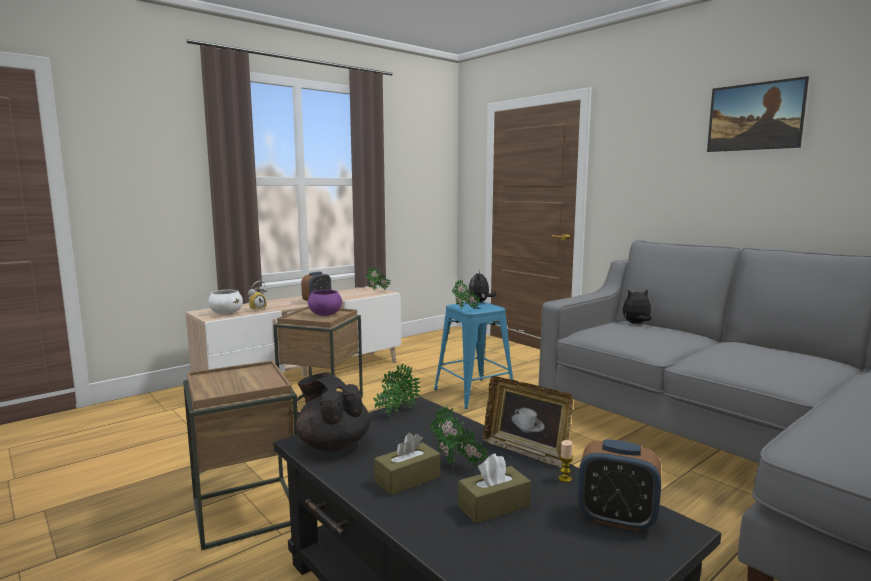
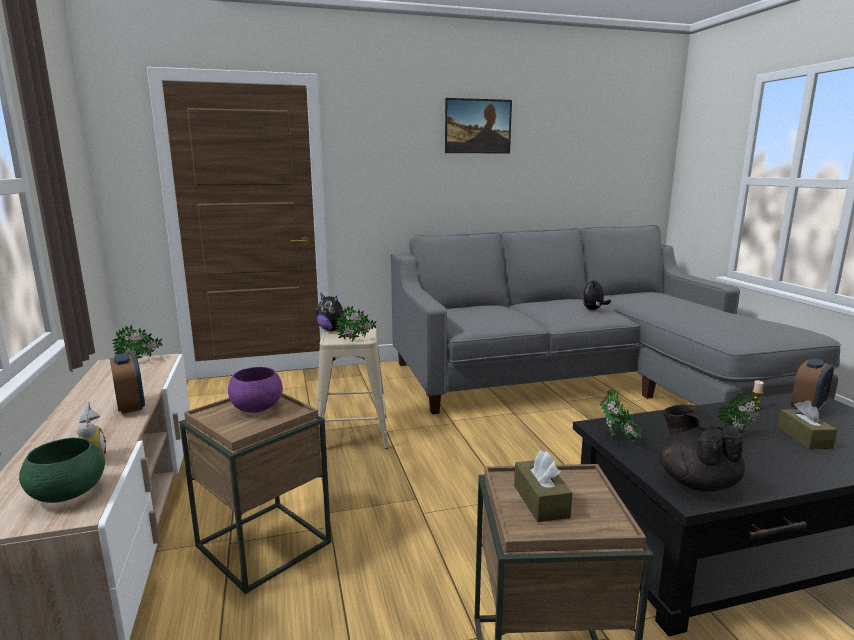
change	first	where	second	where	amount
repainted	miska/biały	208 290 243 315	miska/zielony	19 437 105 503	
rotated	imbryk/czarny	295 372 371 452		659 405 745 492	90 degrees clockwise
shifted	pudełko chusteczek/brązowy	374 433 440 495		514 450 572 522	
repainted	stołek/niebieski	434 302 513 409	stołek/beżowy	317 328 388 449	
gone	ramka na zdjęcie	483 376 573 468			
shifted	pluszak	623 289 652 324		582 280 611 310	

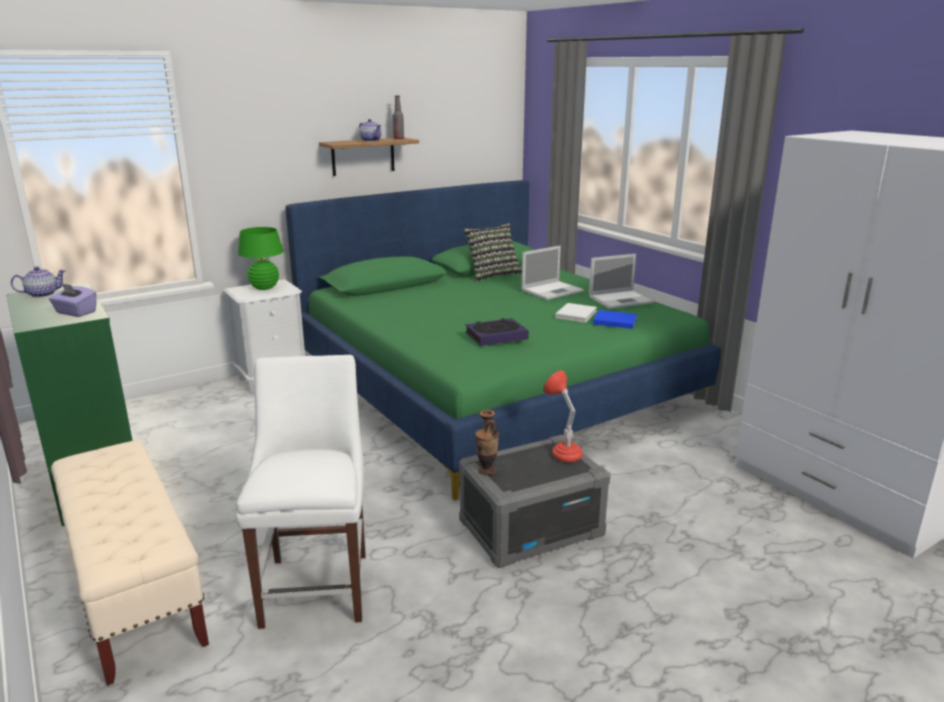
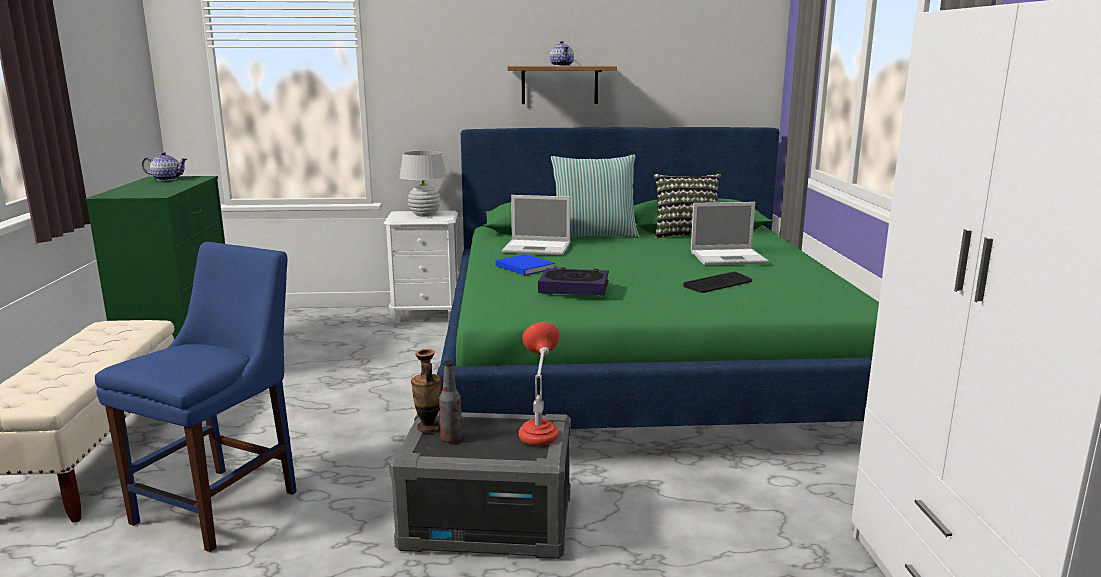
change	first	where	second	where	amount
gone	pudełko chusteczek/fioletowy	49 283 97 317			
repainted	krzesło/biały	236 355 366 629	krzesło/niebieski	95 242 297 552	
repainted	lampa stołowa/zielony	238 227 283 290	lampa stołowa/biały	399 151 447 216	
shifted	butelka	393 95 404 139		439 360 462 443	
swapped	książka/biały	555 303 597 323	klawiatura	683 272 752 293	
shifted	laptop	589 254 654 309		502 195 571 255	
shifted	książka/niebieski	593 310 637 329		495 254 555 275	
new			poduszka	551 154 639 238	

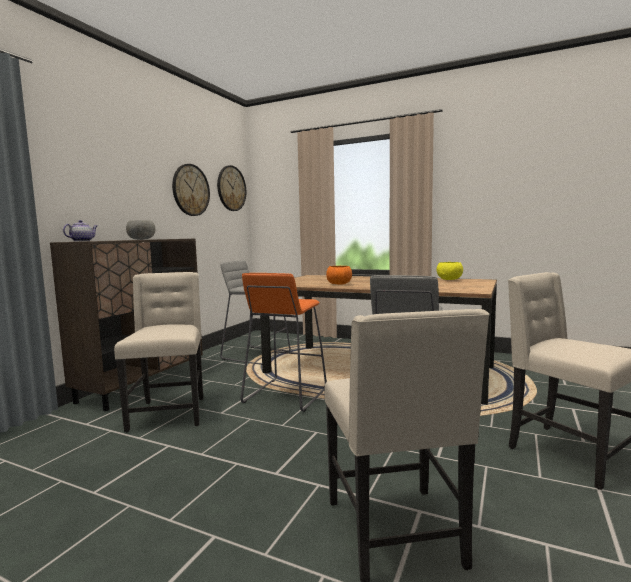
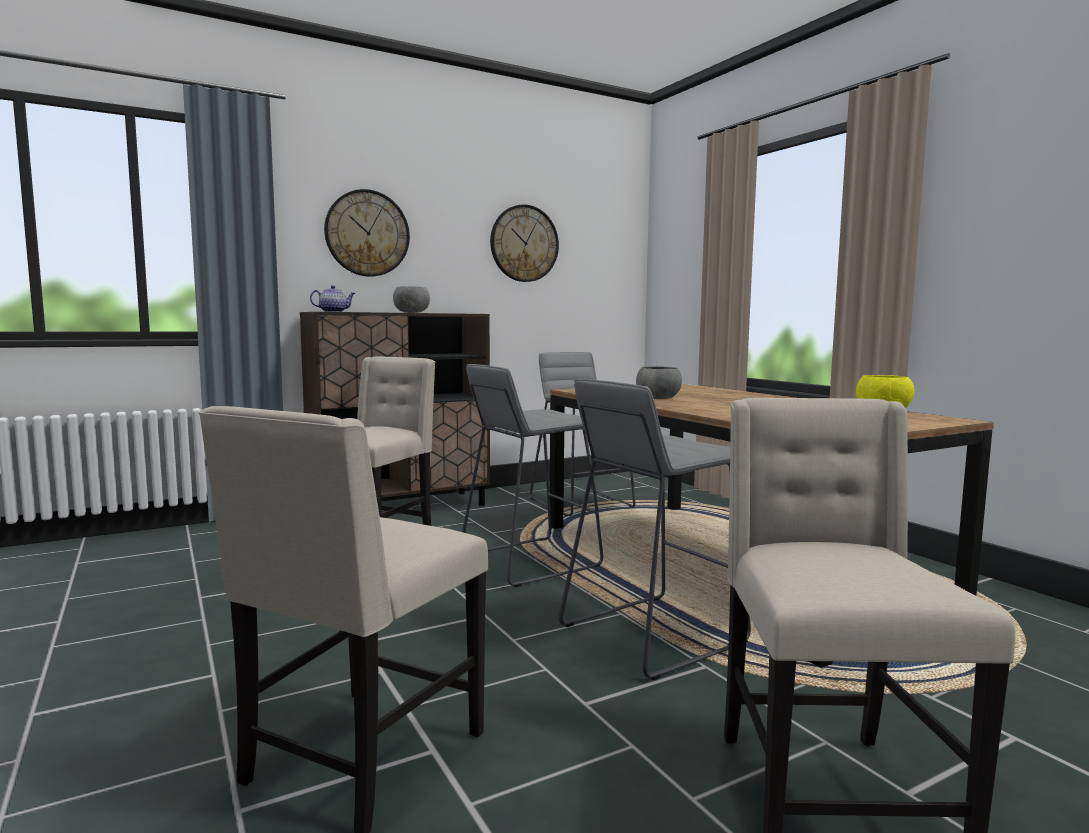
change	first	where	second	where	amount
shifted	zegar ścienny	217 165 246 211		324 189 410 277	
repainted	stołek/pomarańczowy	240 273 327 412	stołek/szary	462 364 603 587	
repainted	miska/pomarańczowy	326 266 352 285	miska/szary	636 366 682 399	

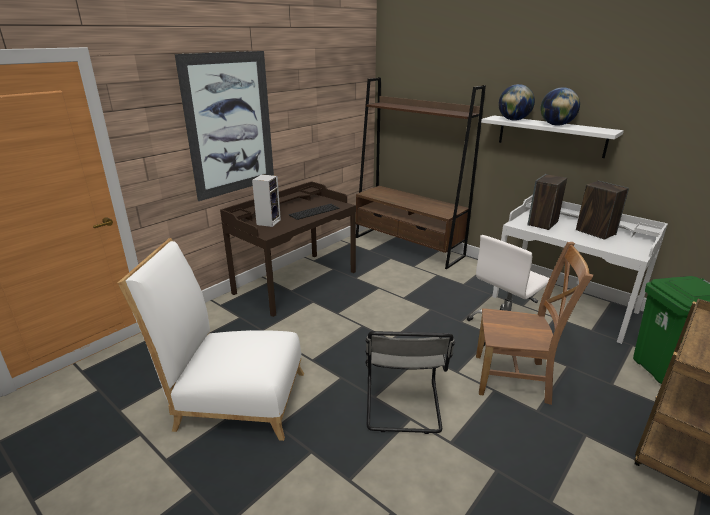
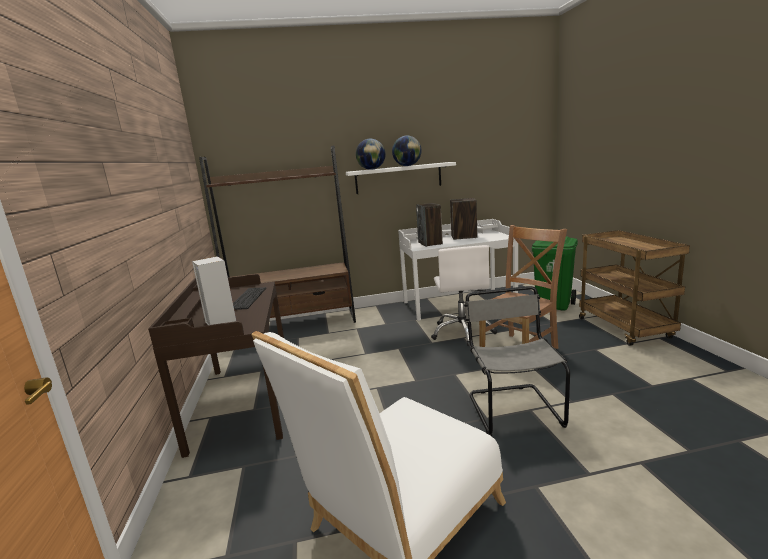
change	first	where	second	where	amount
gone	obraz	174 51 274 201			
rotated	krzesło/szary	365 331 455 434		464 286 570 436	135 degrees counterclockwise

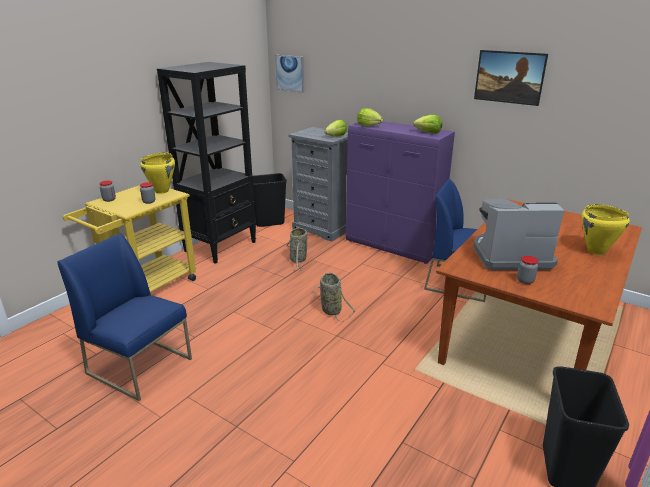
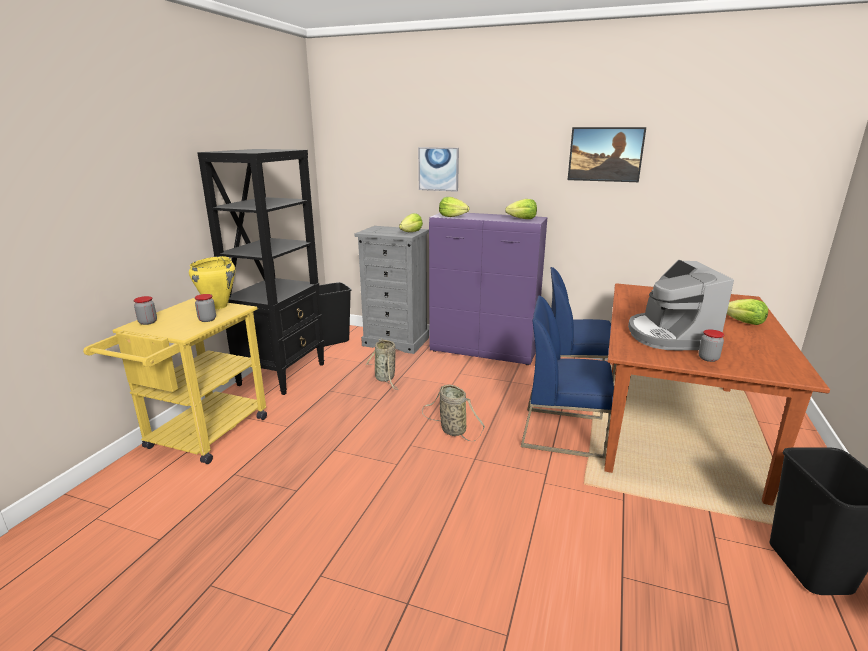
change	first	where	second	where	amount
shifted	krzesło/niebieski	57 233 192 401		521 295 614 459	
shifted	obraz	275 55 304 93		418 147 459 192	
rotated	ekspres do kawy	473 199 564 270		628 260 734 350	75 degrees counterclockwise
swapped	garnek/żółty	581 204 630 255	sałata	727 299 768 325	

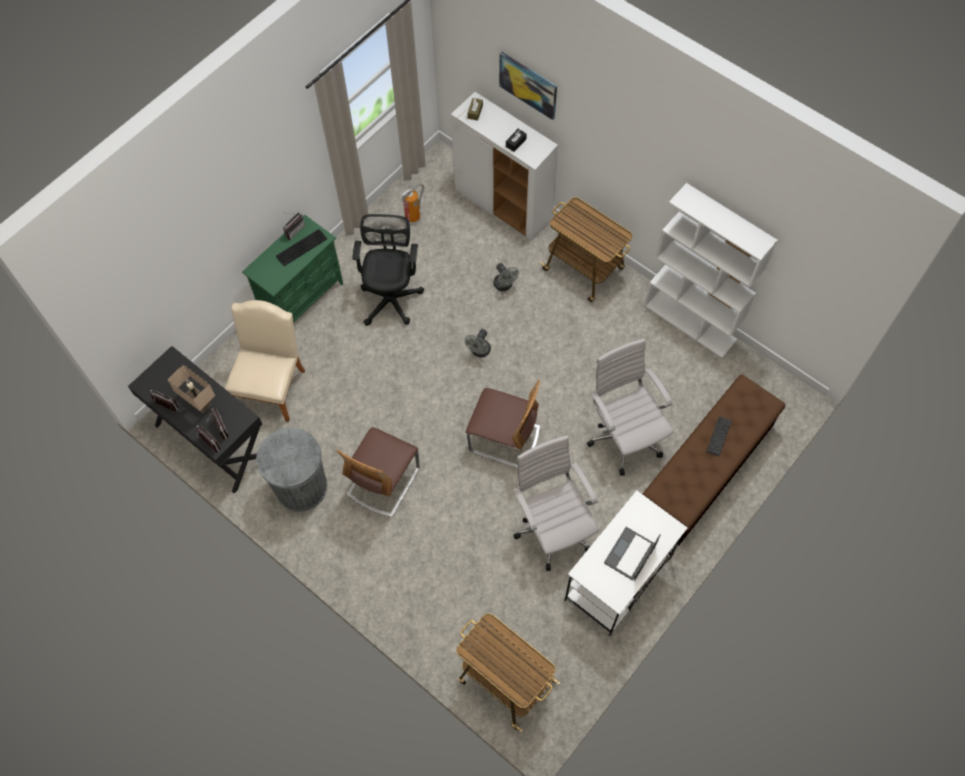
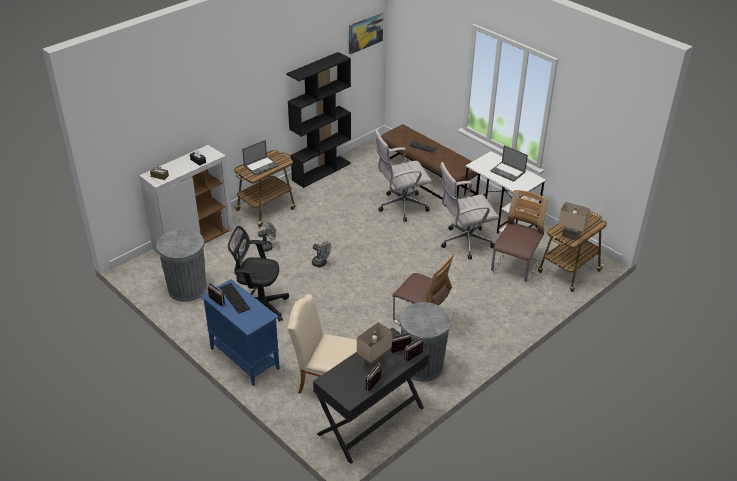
change	first	where	second	where	amount
repainted	szafka/zielony	242 214 343 323	szafka/niebieski	201 279 280 386	
swapped	gaśnica	401 184 424 225	kosz na śmieci/szary	157 229 207 302	
shifted	krzesło	466 379 540 468		491 190 548 282	
shifted	obraz	499 52 557 120		349 13 383 55	
repainted	regał/biały	644 183 778 358	regał/czarny	286 52 351 188	
new			laptop	242 140 279 176	
new			lampa stołowa/beżowy	558 202 590 241	

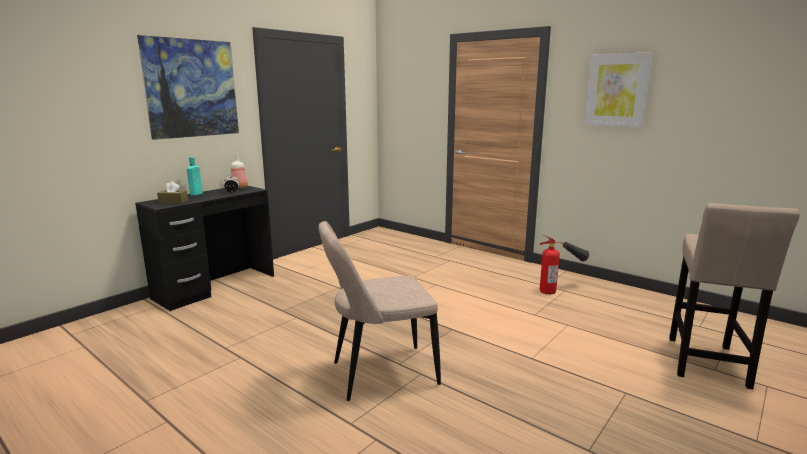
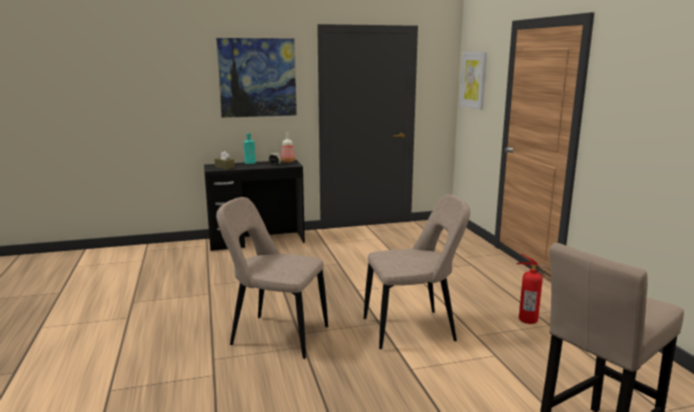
change	first	where	second	where	amount
shifted	obraz	584 52 652 128		460 52 487 110	
new			krzesło/beżowy	364 194 470 349	

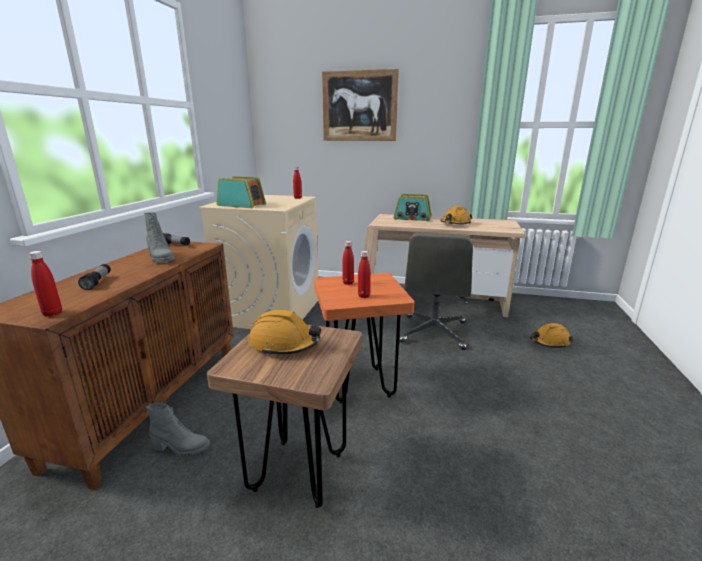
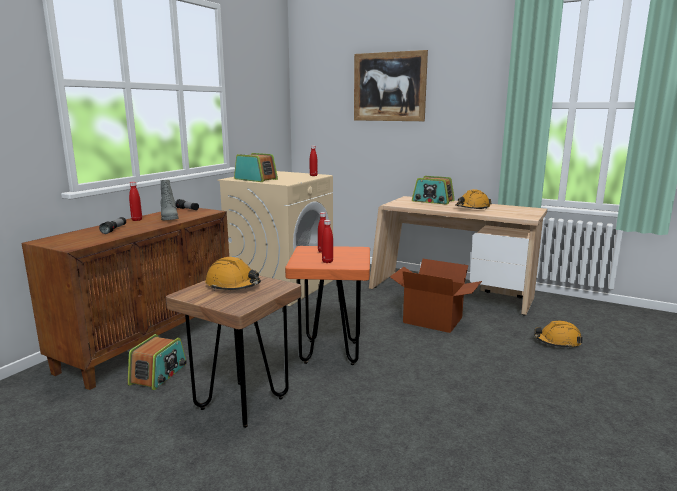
change	first	where	second	where	amount
shifted	butelka/czerwony	29 251 62 317		129 182 142 221	
swapped	but z cholewką/szary	146 402 210 457	radio	128 334 187 390	
swapped	krzesło biurowe/szary	400 232 473 350	karton	390 259 482 333	

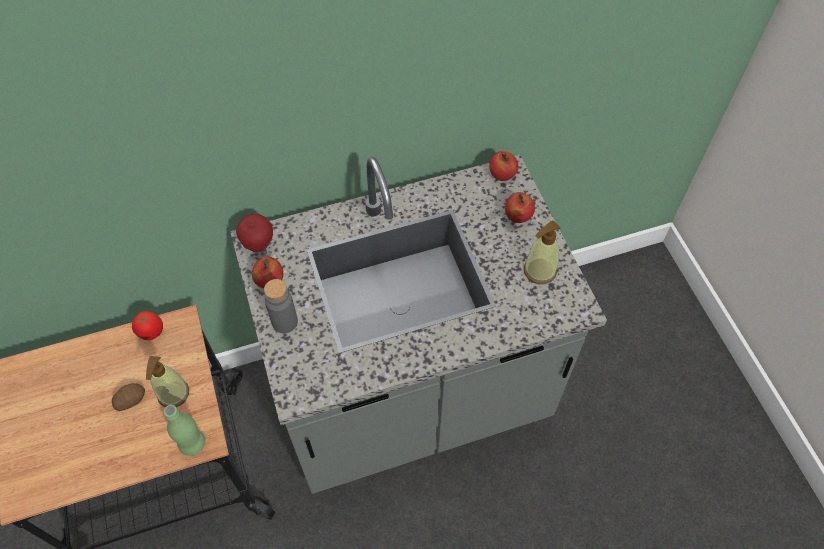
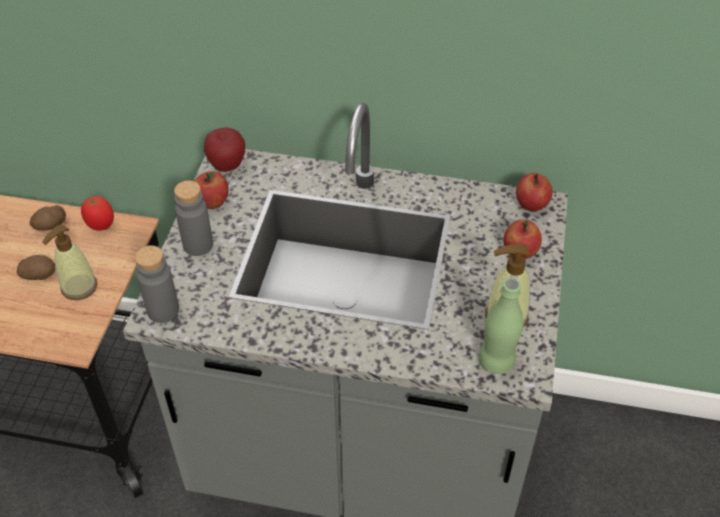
change	first	where	second	where	amount
shifted	butelka/zielony	164 405 205 456		479 278 524 374	
new			ziemniak	30 205 66 231	
new			butelka/szary	135 245 179 323	

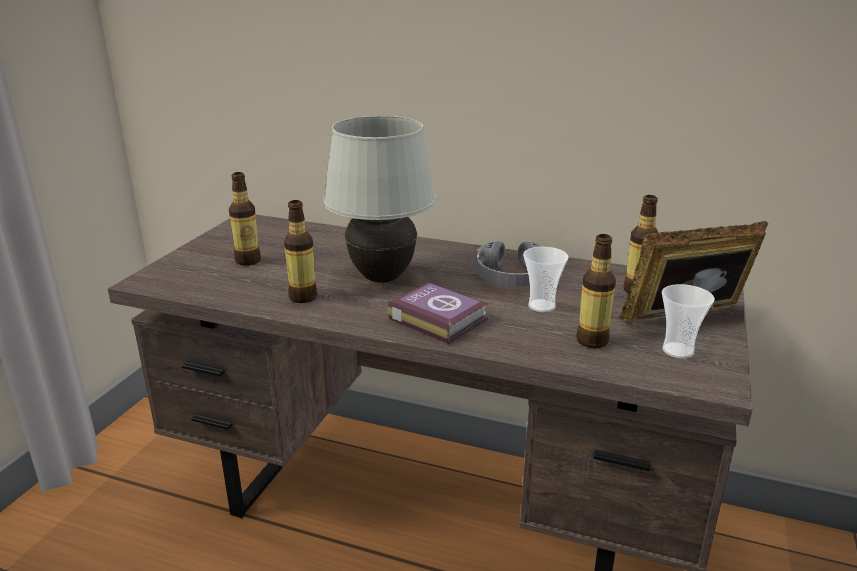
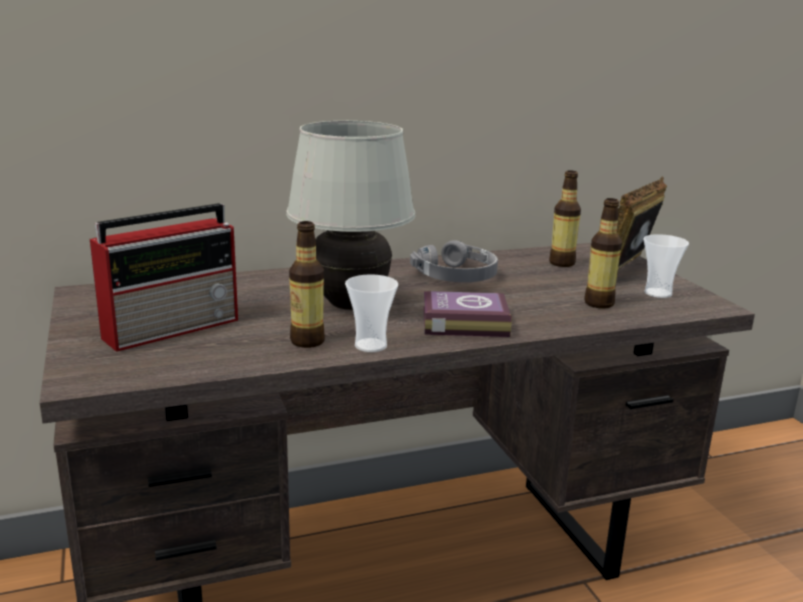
change	first	where	second	where	amount
swapped	butelka	229 172 261 266	radio	90 203 238 352	
shifted	filiżanka	523 247 568 312		345 274 398 352	

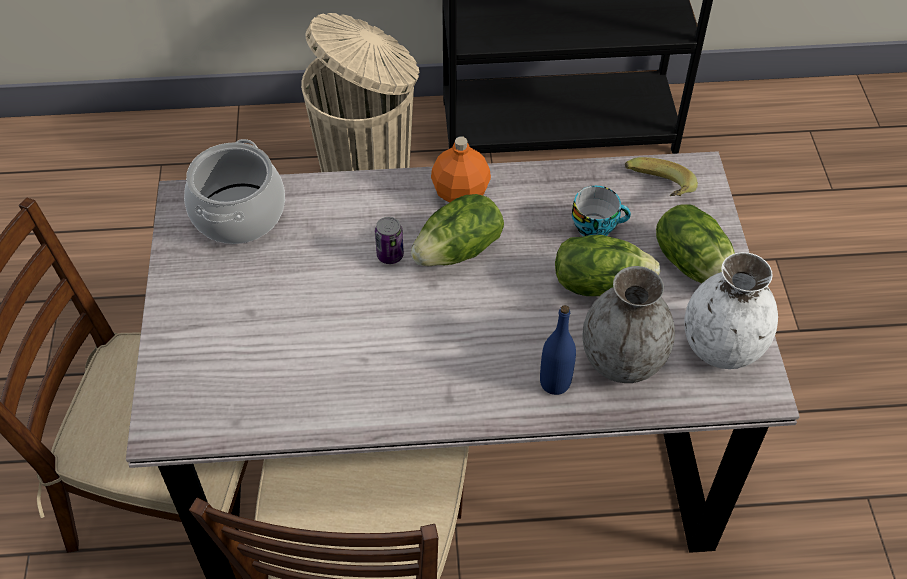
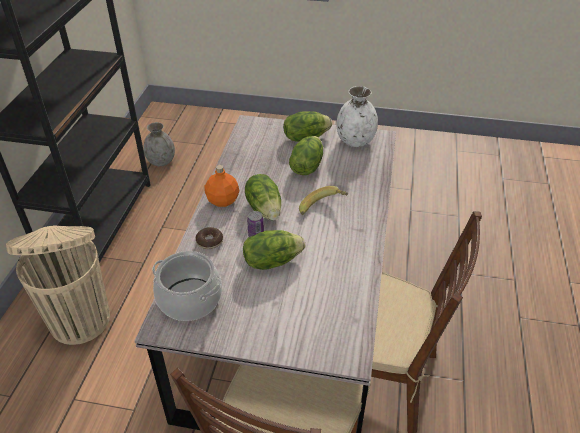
change	first	where	second	where	amount
gone	butelka/niebieski	540 305 576 395			
gone	filiżanka	572 186 631 236			
shifted	wazon/szary	582 266 675 383		144 122 175 166	
shifted	banan	625 157 698 197		299 186 348 215	
new			donut	196 227 223 249	
new			sałata	243 230 305 270	

